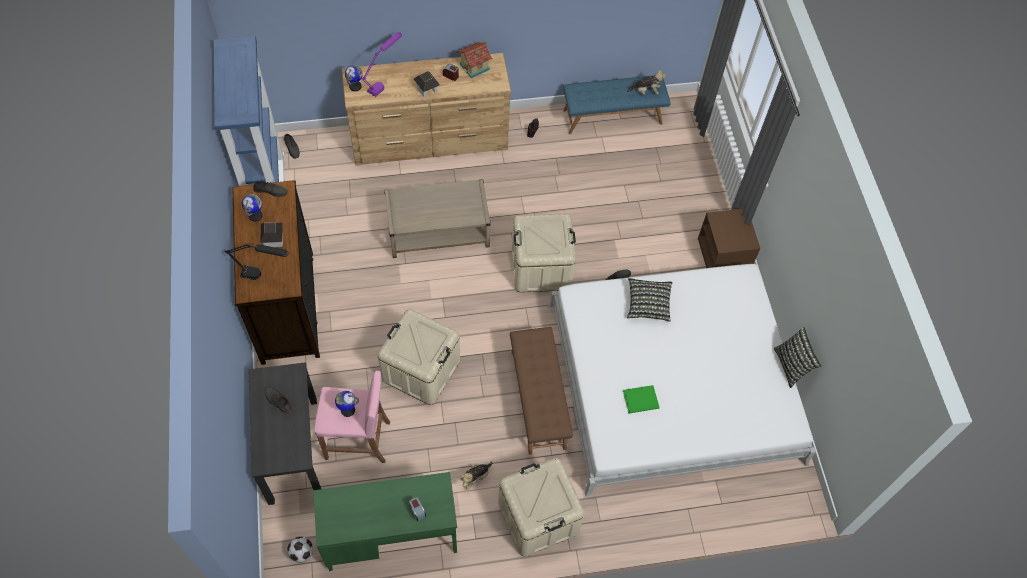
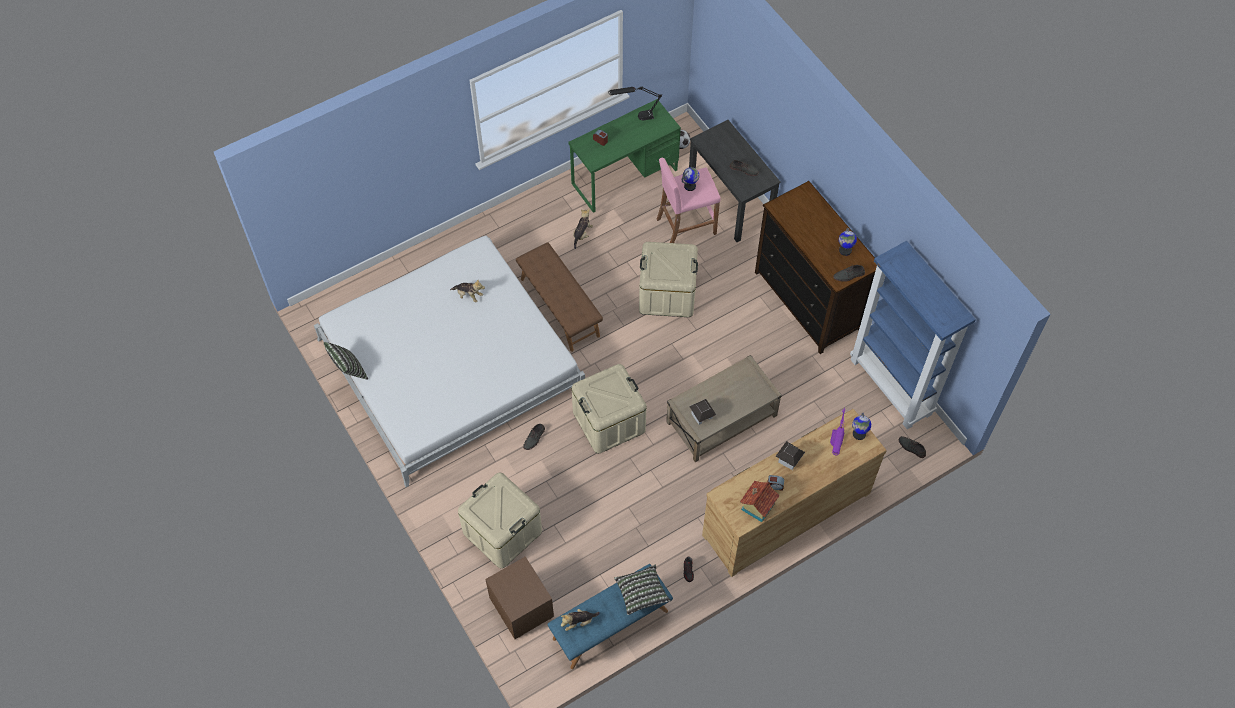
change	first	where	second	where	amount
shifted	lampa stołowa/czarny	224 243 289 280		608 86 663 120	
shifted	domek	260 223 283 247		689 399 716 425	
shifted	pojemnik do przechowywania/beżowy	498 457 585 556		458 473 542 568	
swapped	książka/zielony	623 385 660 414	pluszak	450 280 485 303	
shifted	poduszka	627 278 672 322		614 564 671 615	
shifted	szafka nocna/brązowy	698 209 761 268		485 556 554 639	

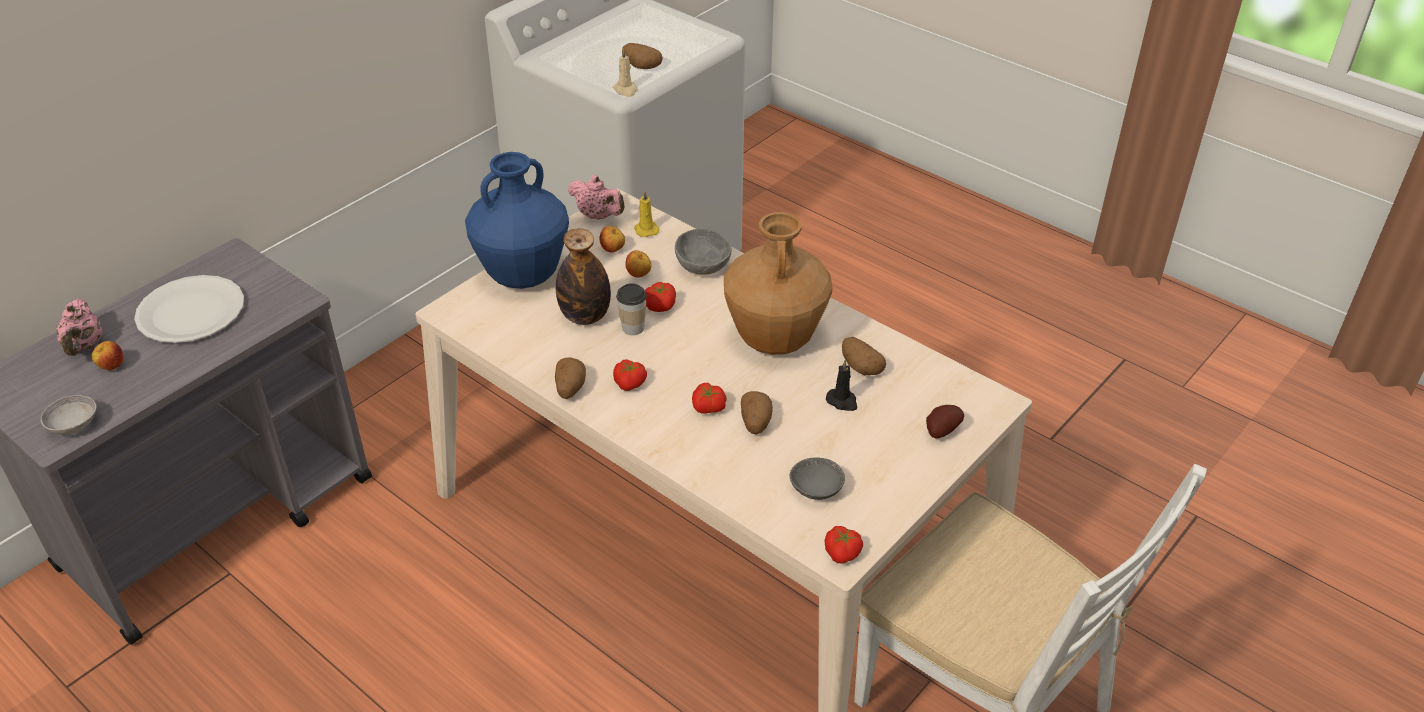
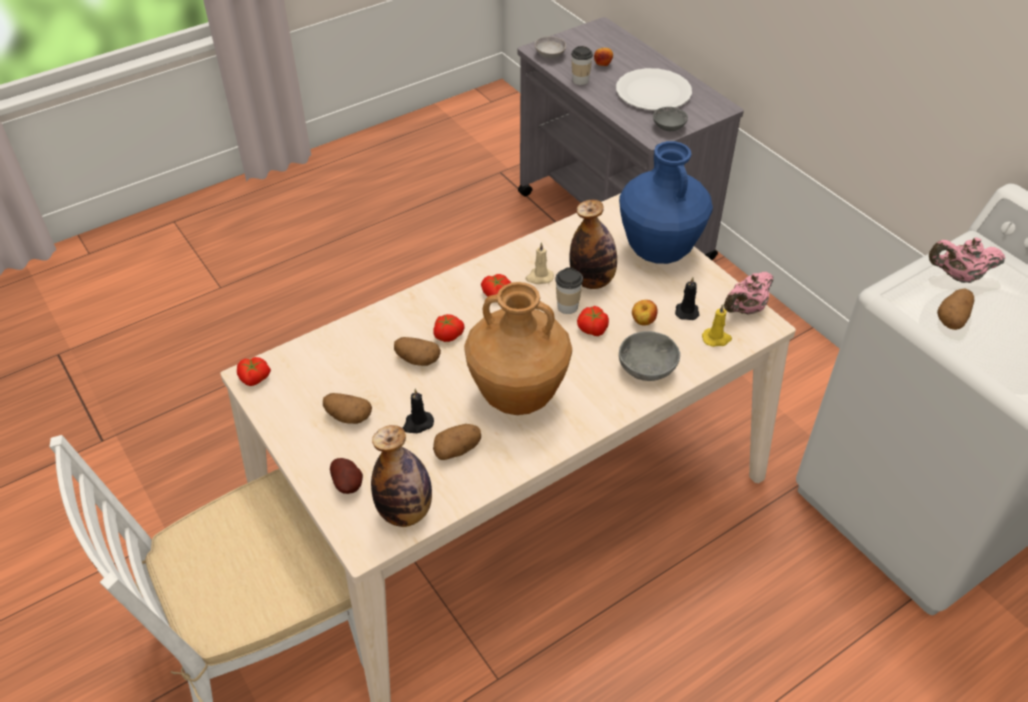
change	first	where	second	where	amount
shifted	imbryk/różowy	56 299 103 356		929 237 1005 283	
shifted	ziemniak	555 358 586 399		323 393 372 424	
swapped	jabłko	600 226 625 252	świeca/czarny	675 277 699 320	
shifted	świeca/beżowy	613 49 637 97		525 242 554 284	
shifted	miska/szary	790 457 845 500		653 107 688 131	
new			butelka	371 425 432 527	
new			filiżanka	571 46 593 85	

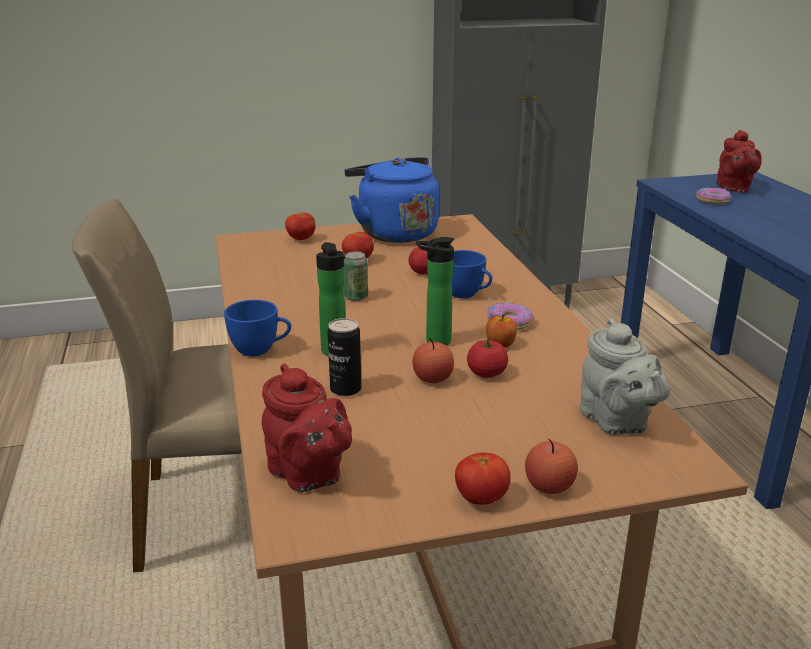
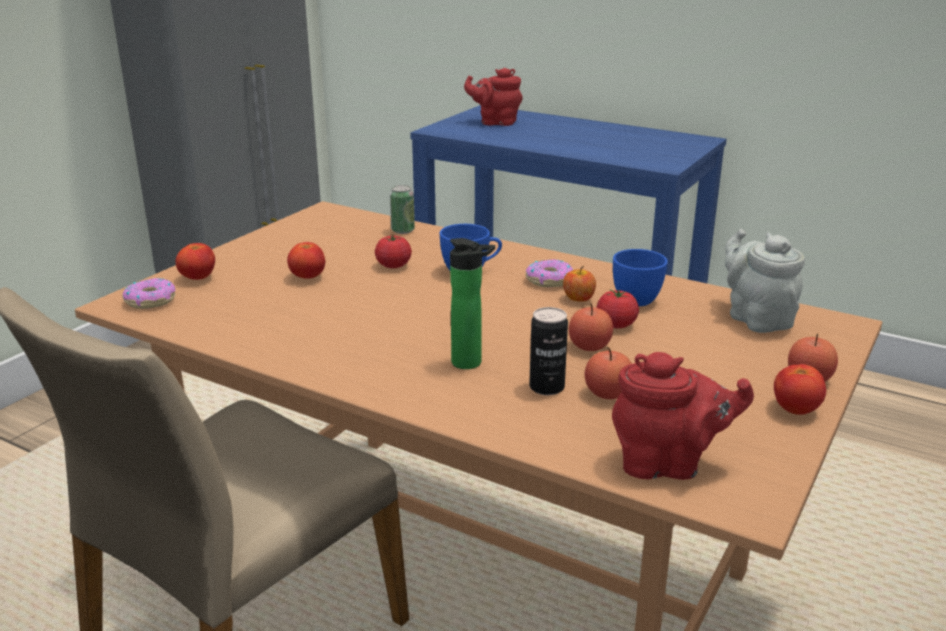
change	first	where	second	where	amount
shifted	filiżanka/niebieski	224 300 291 356		613 249 668 306	
shifted	puszka	344 251 368 301		390 185 415 234	
gone	czajnik/niebieski	345 157 439 243			
gone	butelka	416 237 455 345			
rotated	imbryk/szary	580 318 670 435		725 229 805 333	135 degrees counterclockwise
shifted	donut	696 187 731 204		122 278 175 309	
rotated	imbryk/czerwony	716 130 762 193		464 68 523 126	135 degrees clockwise
new			jabłko	585 347 632 399	

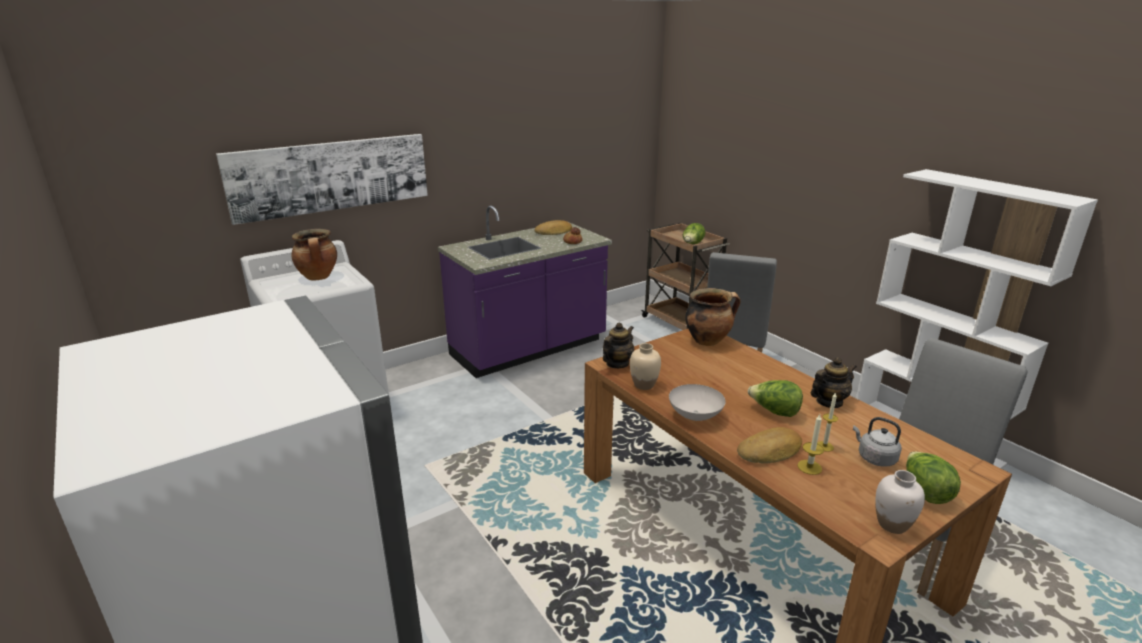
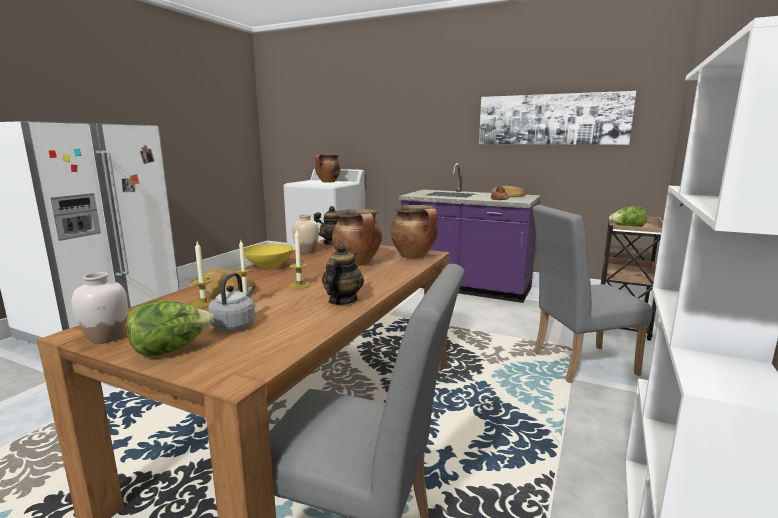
change	first	where	second	where	amount
shifted	obraz	216 134 428 225		479 91 636 145	
repainted	miska/biały	669 384 726 421	miska/żółty	244 243 293 269	
swapped	sałata	748 380 803 417	świeca	289 229 310 289	
rotated	imbryk	811 357 857 408		322 244 364 305	105 degrees counterclockwise
new			garnek	332 209 382 266	

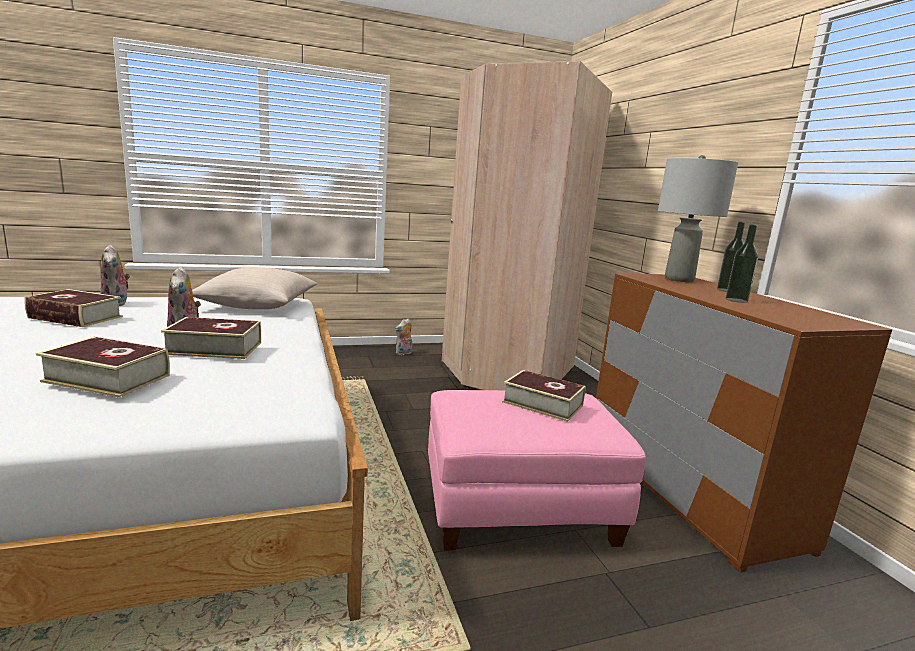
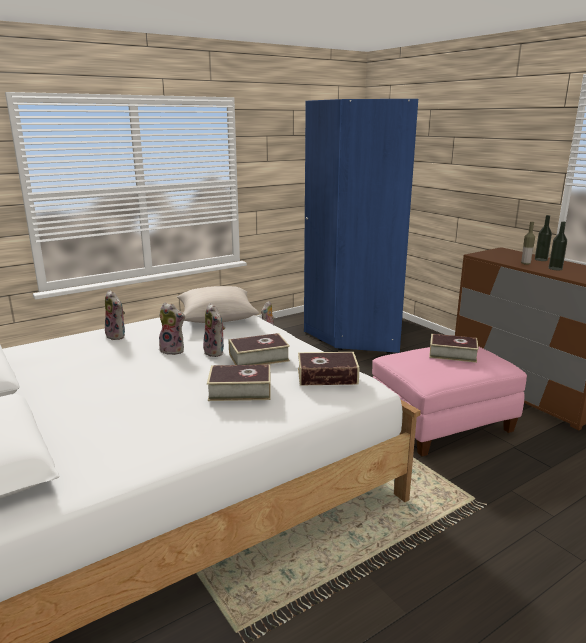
change	first	where	second	where	amount
shifted	książka	25 289 123 327		298 352 359 386	
repainted	szafa/beżowy	442 61 612 391	szafa/niebieski	304 99 418 354	
gone	lampa stołowa/szary	658 155 738 282			
new			pluszak	159 303 185 355	
new			butelka	521 222 535 265	

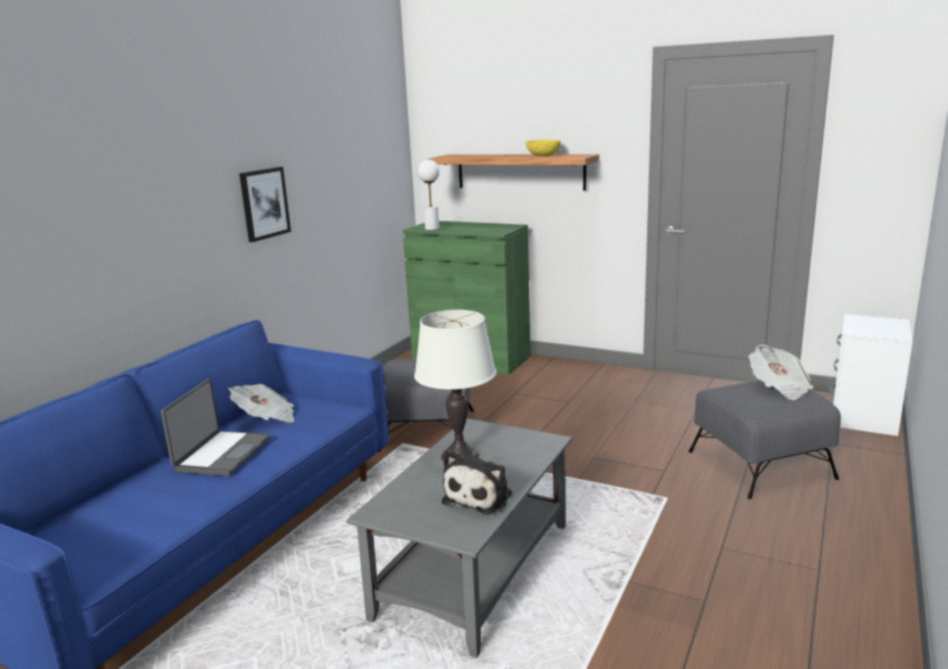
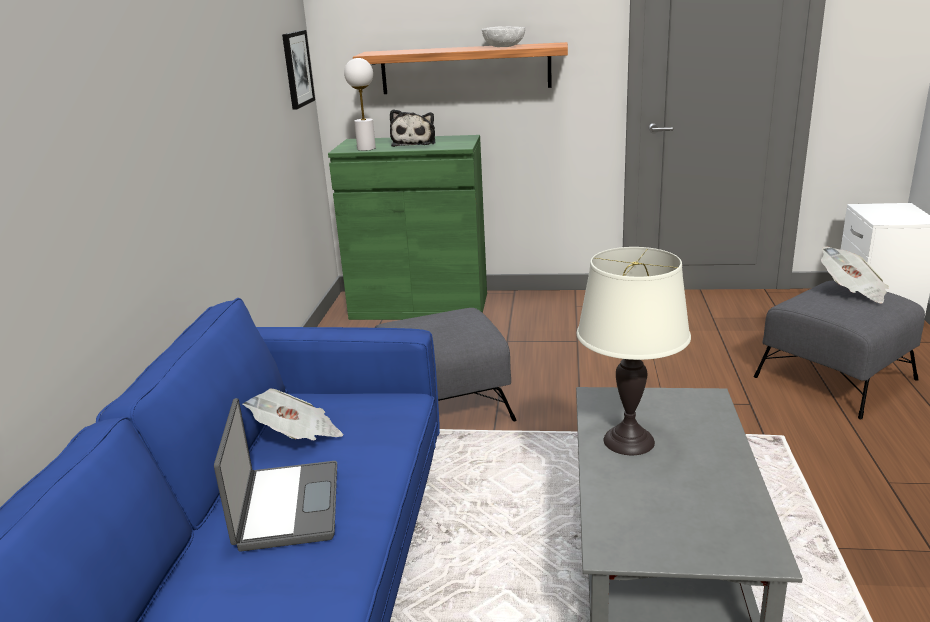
change	first	where	second	where	amount
shifted	obraz	239 167 291 242		282 30 315 110	
shifted	pluszak	442 450 513 514		390 109 435 147	
repainted	miska/żółty	526 139 561 156	miska/biały	482 27 525 47	

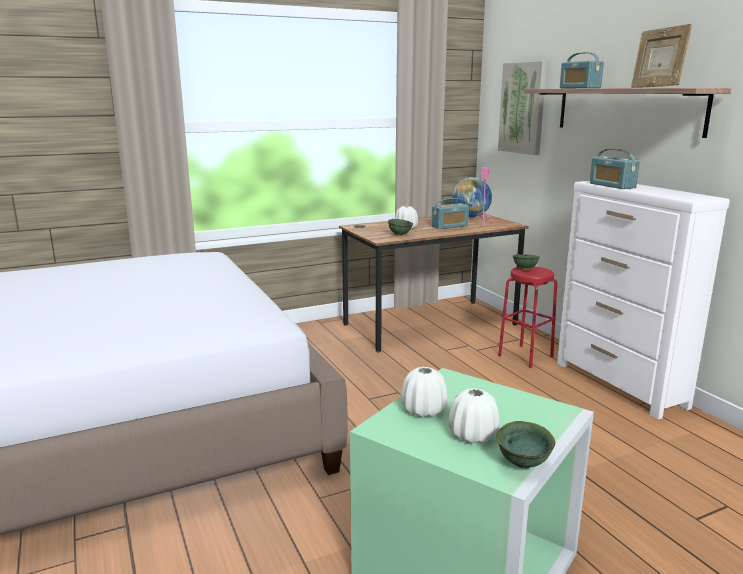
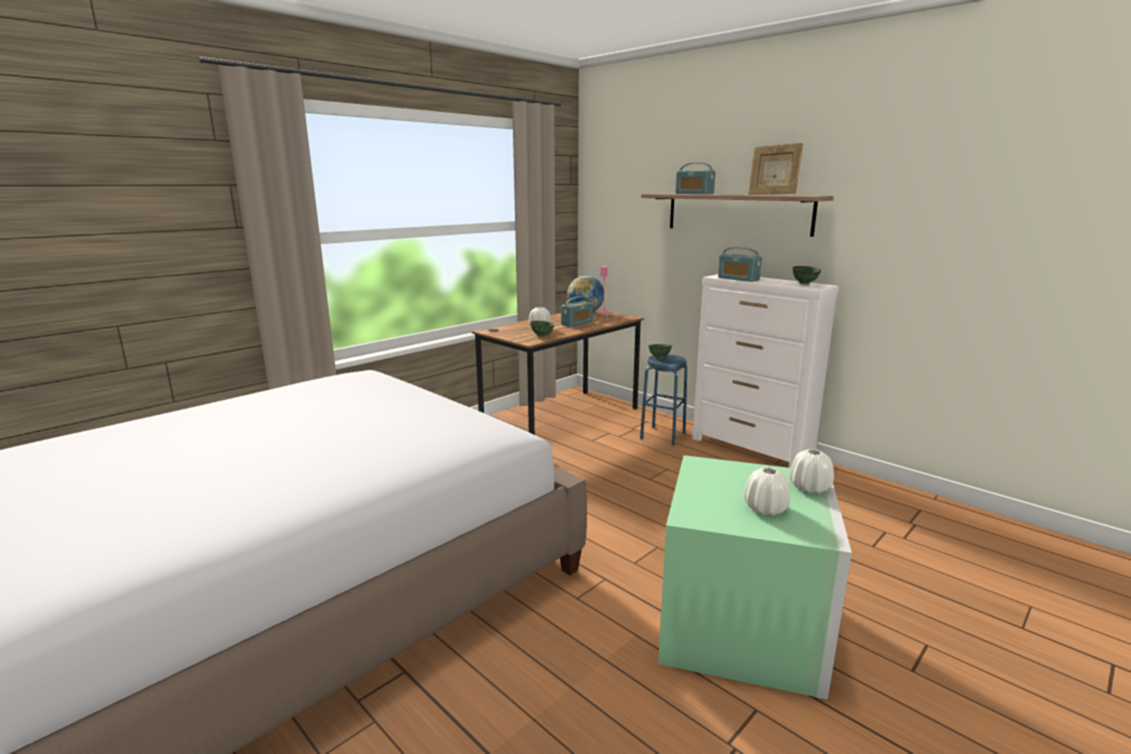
change	first	where	second	where	amount
shifted	wazon/biały	401 367 448 418		789 449 834 494	
shifted	miska/zielony	496 421 555 469		792 266 821 284	
gone	obraz	498 61 547 155			
repainted	stołek/czerwony	498 267 557 368	stołek/niebieski	640 354 687 446	

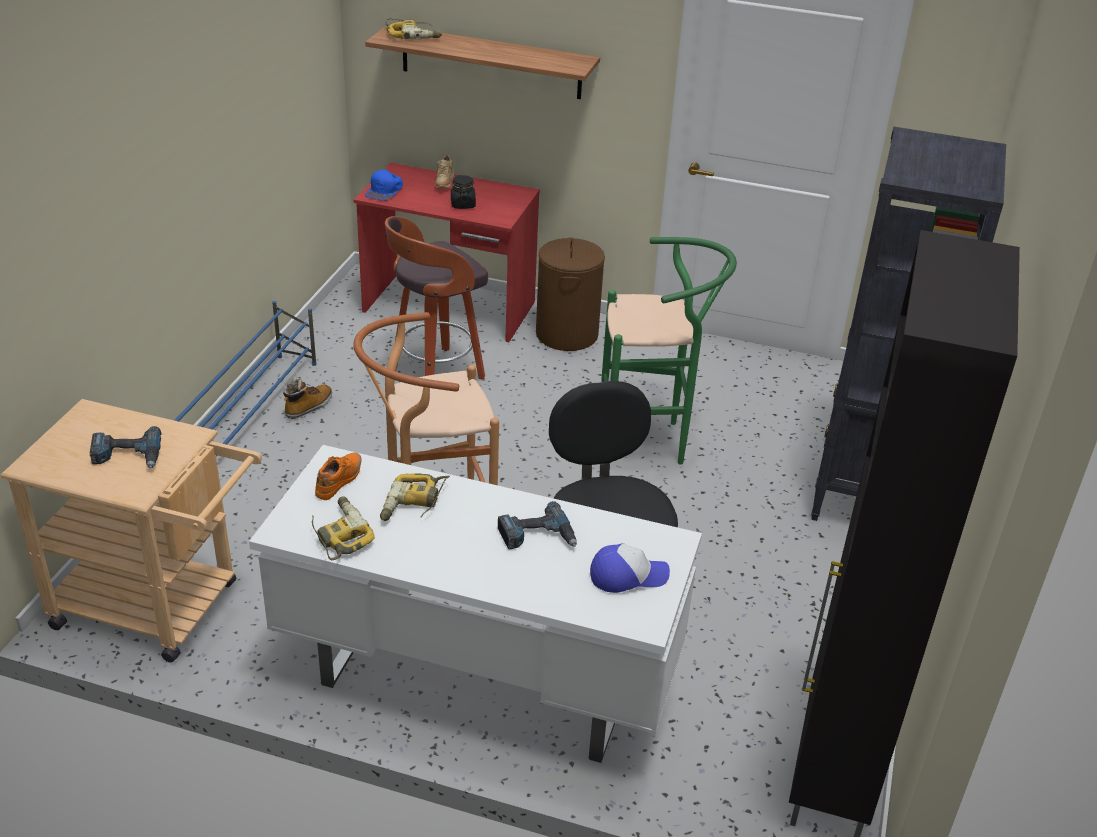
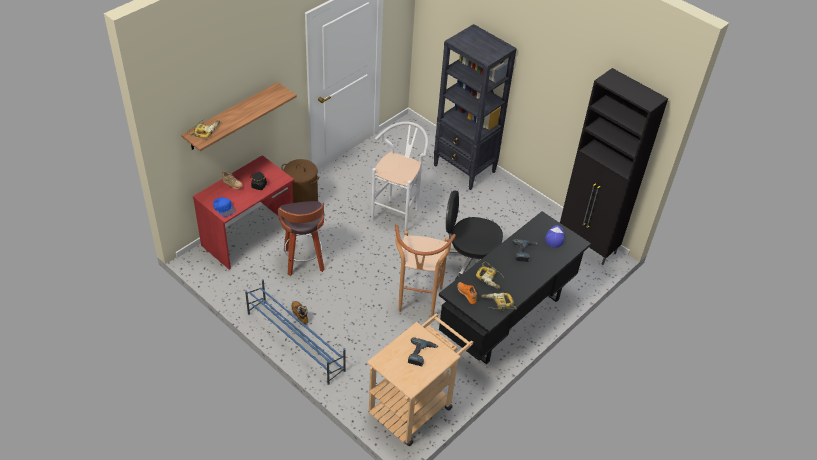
change	first	where	second	where	amount
repainted	biurko/biały	249 445 702 763	biurko/czarny	439 211 591 364	
repainted	stołek/zielony	601 237 737 465	stołek/biały	371 122 428 231	

